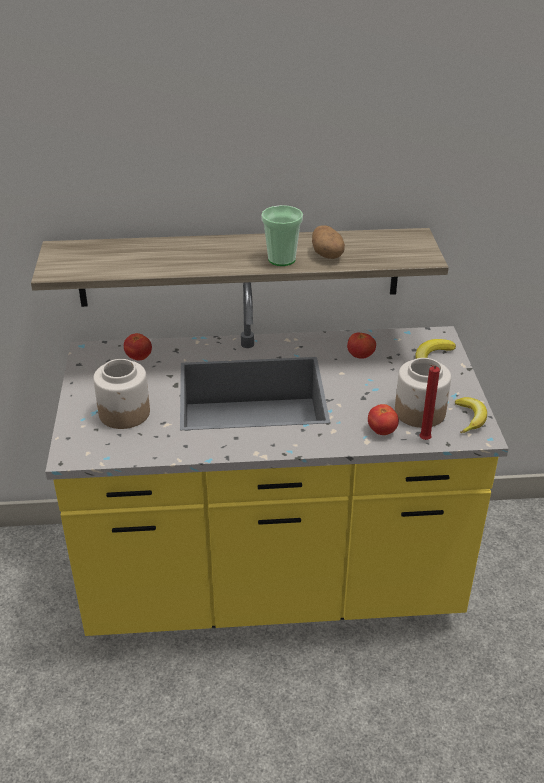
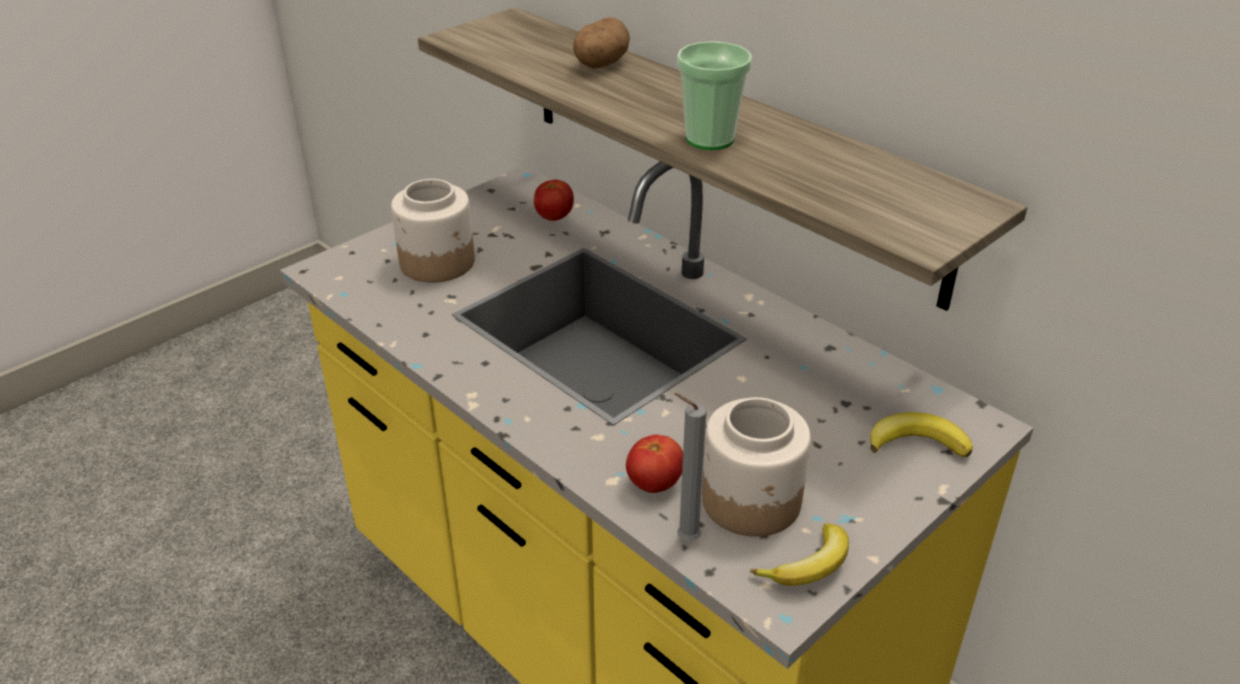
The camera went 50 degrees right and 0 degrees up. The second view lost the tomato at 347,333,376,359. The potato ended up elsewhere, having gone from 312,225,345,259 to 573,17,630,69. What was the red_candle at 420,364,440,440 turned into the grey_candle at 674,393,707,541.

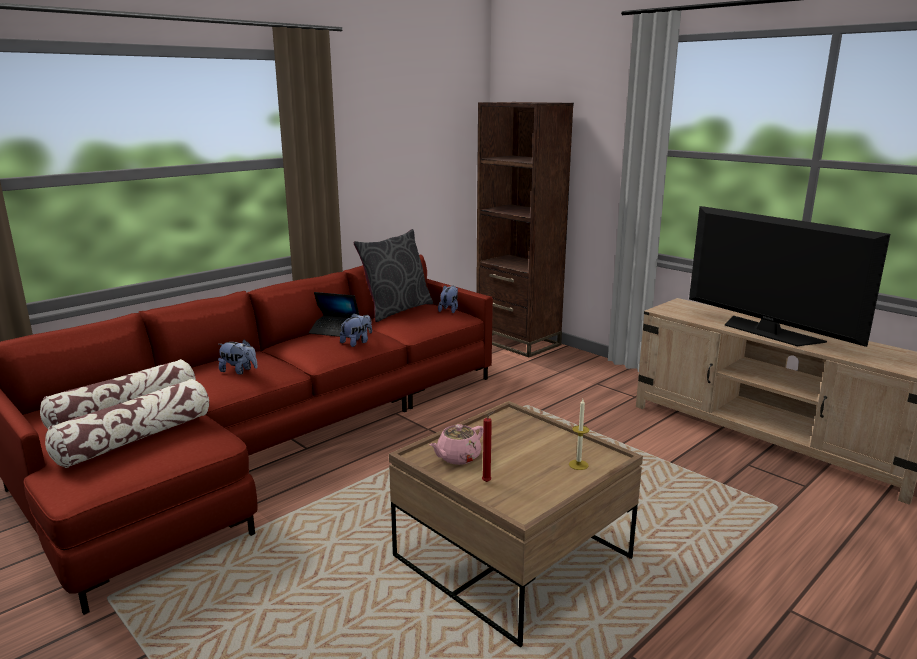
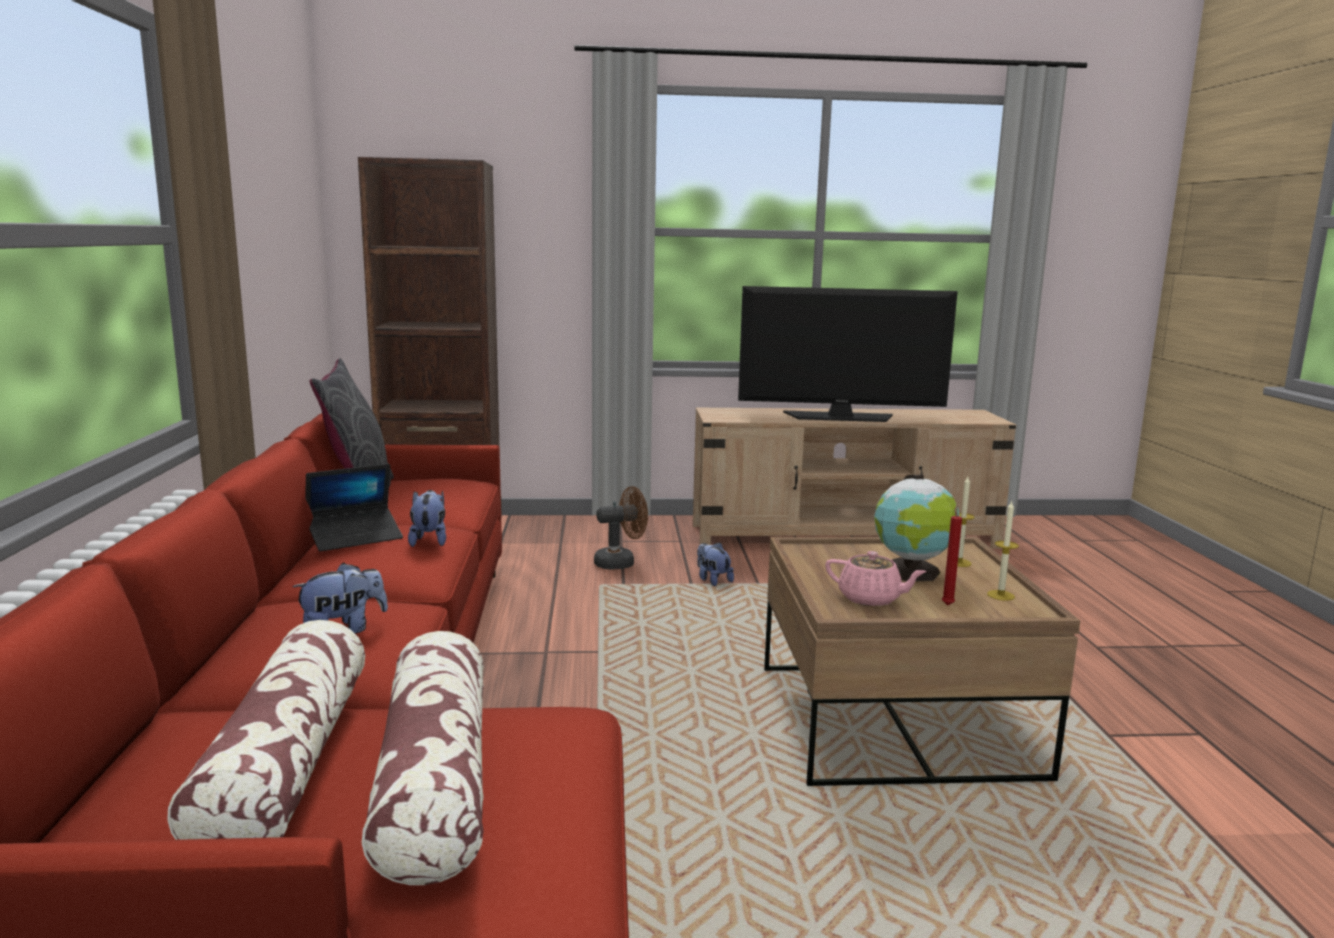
The camera went 50 degrees left and 5 degrees down. The second view gained the brown_fan at 594,486,648,570. The second view gained the globe at 874,475,959,581. The second view gained the candle at 987,501,1019,601. The plush_toy ended up elsewhere, having gone from 438,285,458,313 to 697,542,734,586. The pink_teapot at 429,424,483,465 ended up facing another way, 60 degrees counterclockwise from before.

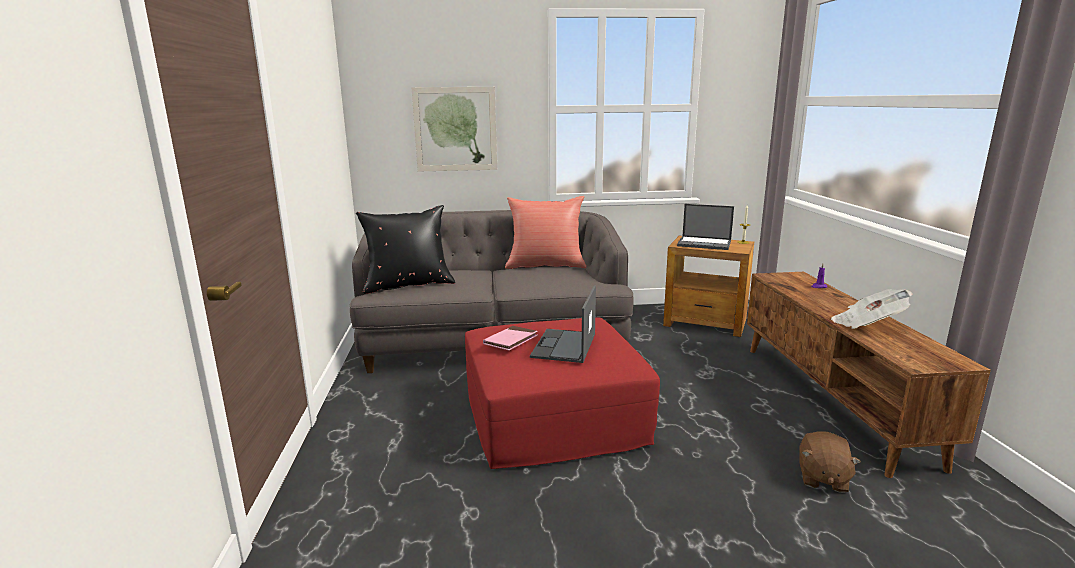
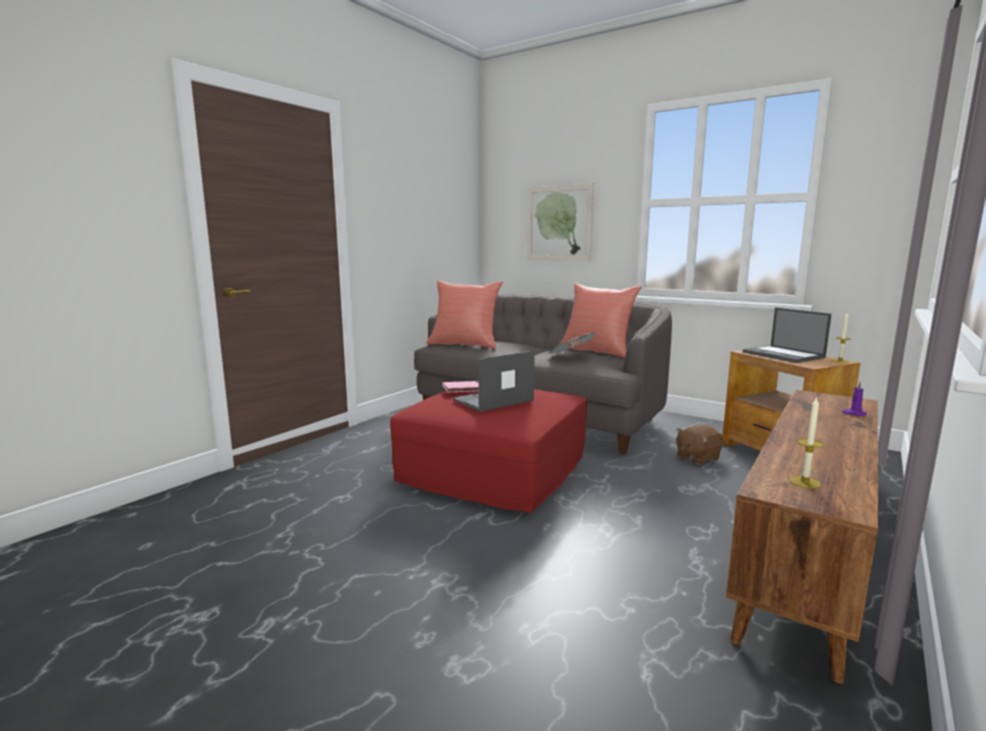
The camera went 40 degrees right and 5 degrees down. The second view gained the candle at 789,396,824,489. The brown_plush_toy ended up elsewhere, having gone from 799,431,861,493 to 676,425,723,465. The newspaper ended up elsewhere, having gone from 831,289,913,329 to 547,332,596,354. What was the black_pillow at 356,205,455,294 turned into the red_pillow at 426,280,503,349.

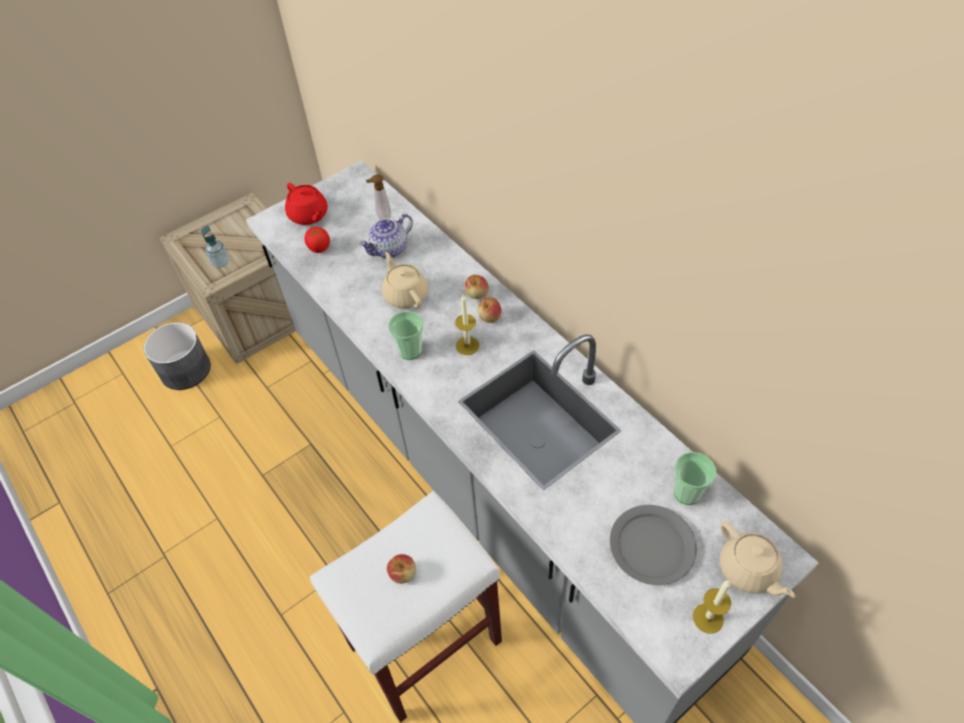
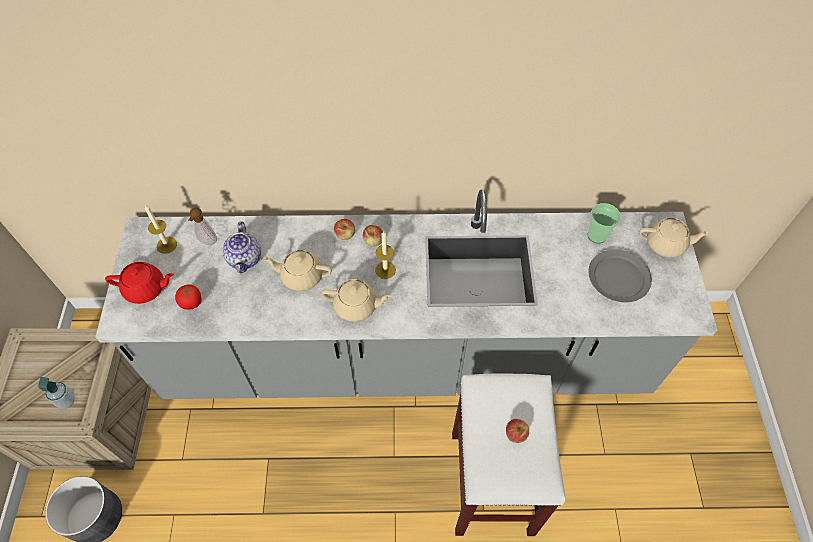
The camera went 55 degrees left and 5 degrees up. The candle ended up elsewhere, having gone from 693,580,731,633 to 145,205,177,254. Where the cup stood at 388,311,424,360, the beige_teapot came to stand at 321,279,392,321.

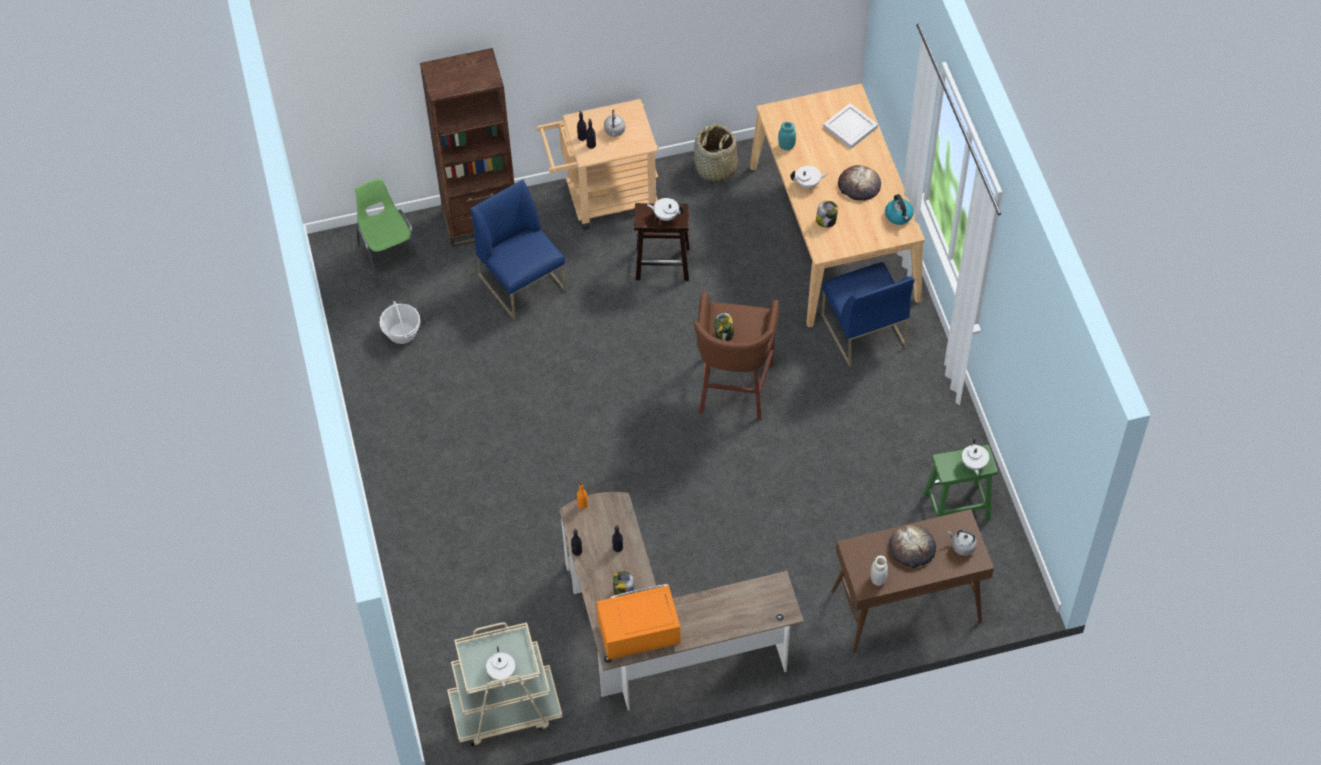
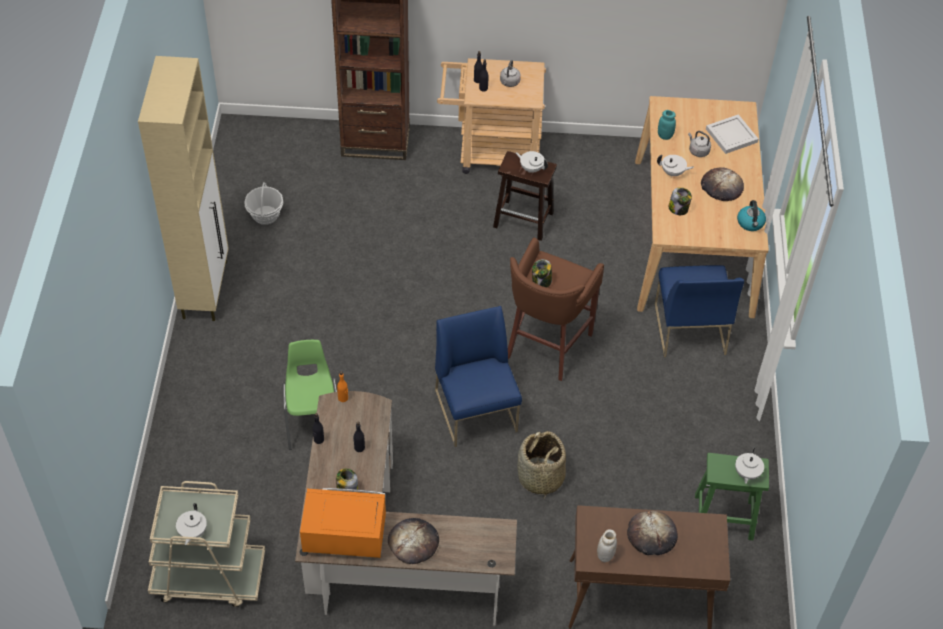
The camera went 15 degrees right and 5 degrees down. The second view gained the beige_cabinet at 138,56,229,321. The second view gained the bread at 388,518,439,564. The green_chair ended up elsewhere, having gone from 355,178,423,286 to 282,340,337,450. The blue_chair ended up elsewhere, having gone from 470,179,566,320 to 435,306,522,447. The basket ended up elsewhere, having gone from 694,124,738,182 to 517,431,566,499. The grey_kettle ended up elsewhere, having gone from 948,530,977,556 to 688,131,711,157.

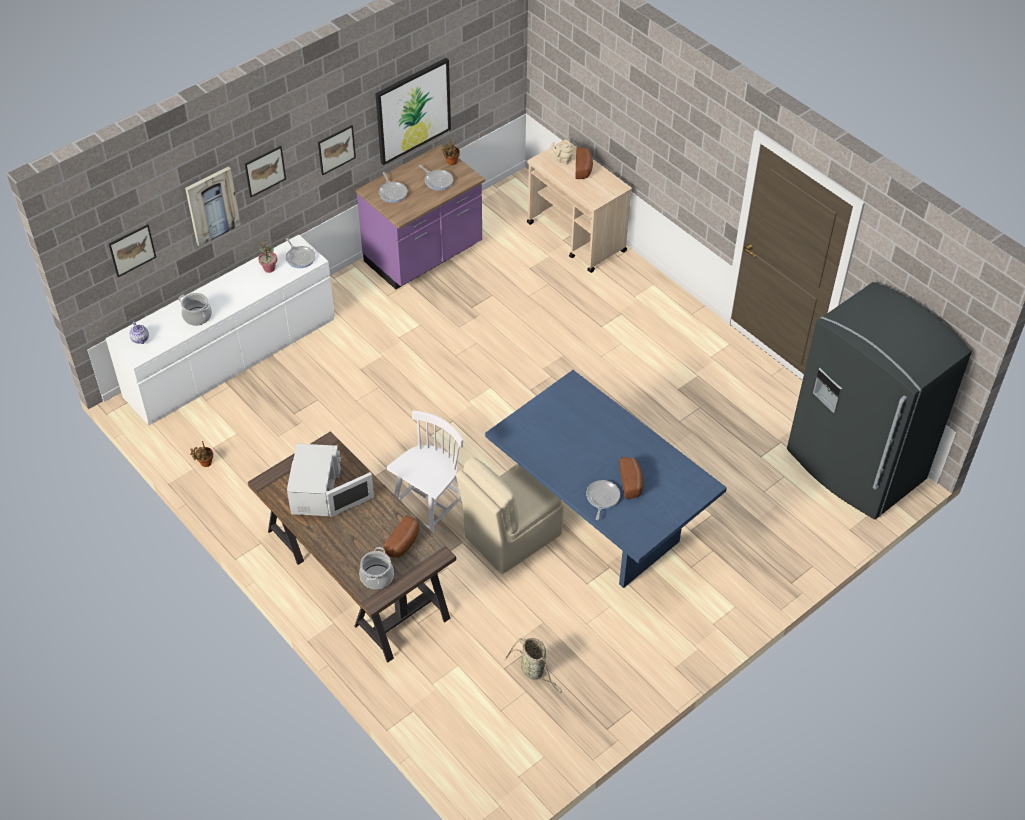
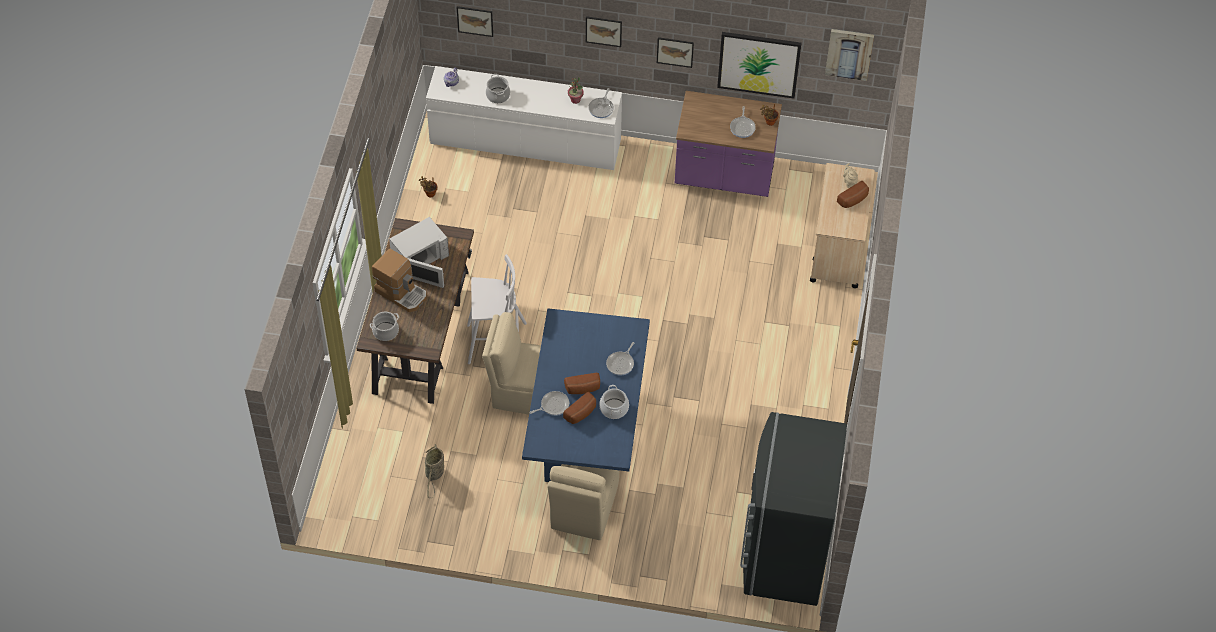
The camera went 50 degrees right and 5 degrees up. The second view gained the coffee_machine at 372,249,427,312. The second view gained the beige_chair at 547,464,619,540. The second view gained the cooking_pot at 599,385,629,419. The picture ended up elsewhere, having gone from 185,166,241,247 to 825,29,874,81. The frying_pan ended up elsewhere, having gone from 379,172,407,203 to 606,342,634,376. The bread ended up elsewhere, having gone from 383,515,419,558 to 564,373,600,394.

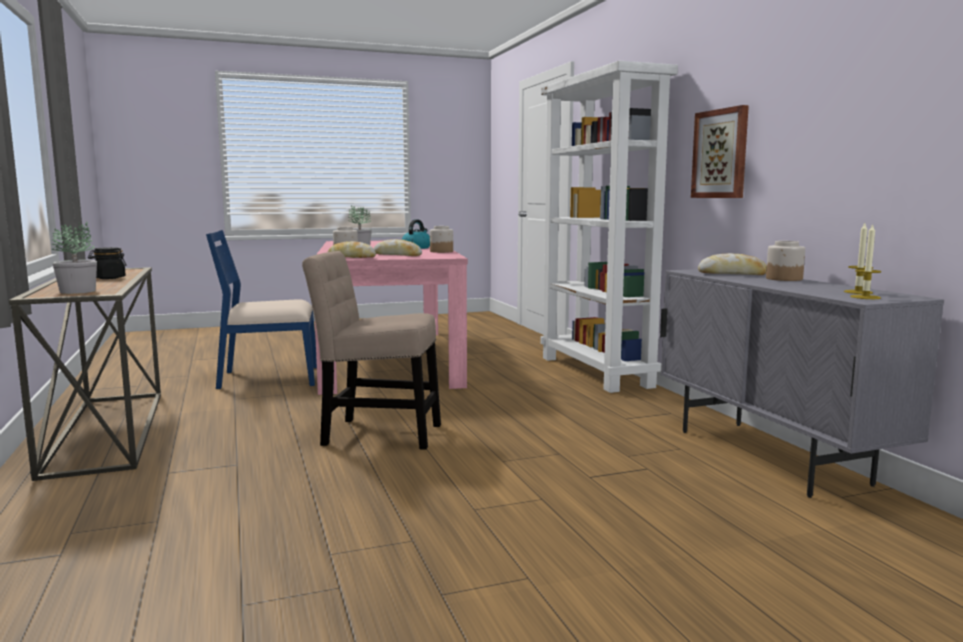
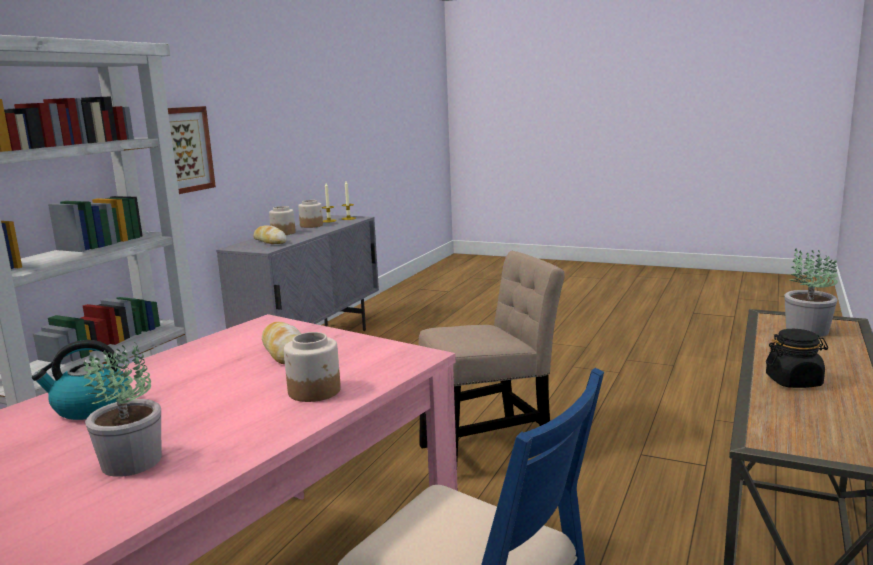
The camera went 135 degrees left and 5 degrees up. The second view lost the bread at 328,241,376,258. The jar ended up elsewhere, having gone from 430,226,453,253 to 298,200,323,228. The beige_chair at 302,251,441,449 ended up facing another way, 75 degrees counterclockwise from before.

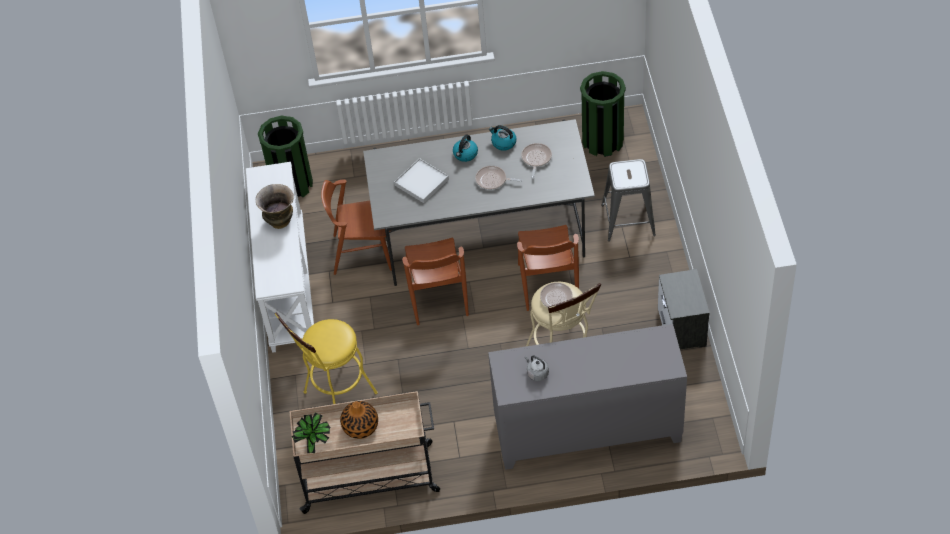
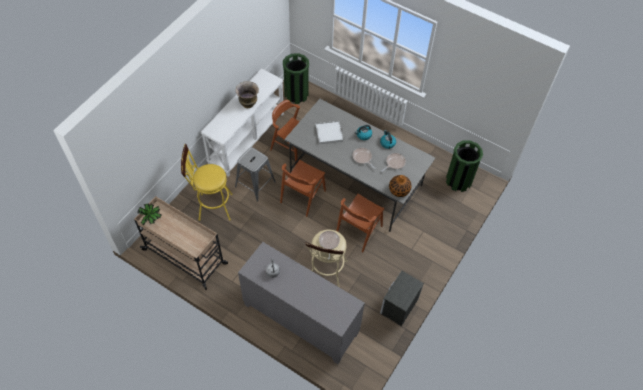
The camera went 35 degrees right and 5 degrees up. The vase ended up elsewhere, having gone from 340,401,378,439 to 389,175,412,197. The grey_stool ended up elsewhere, having gone from 601,159,656,241 to 235,147,276,202.

